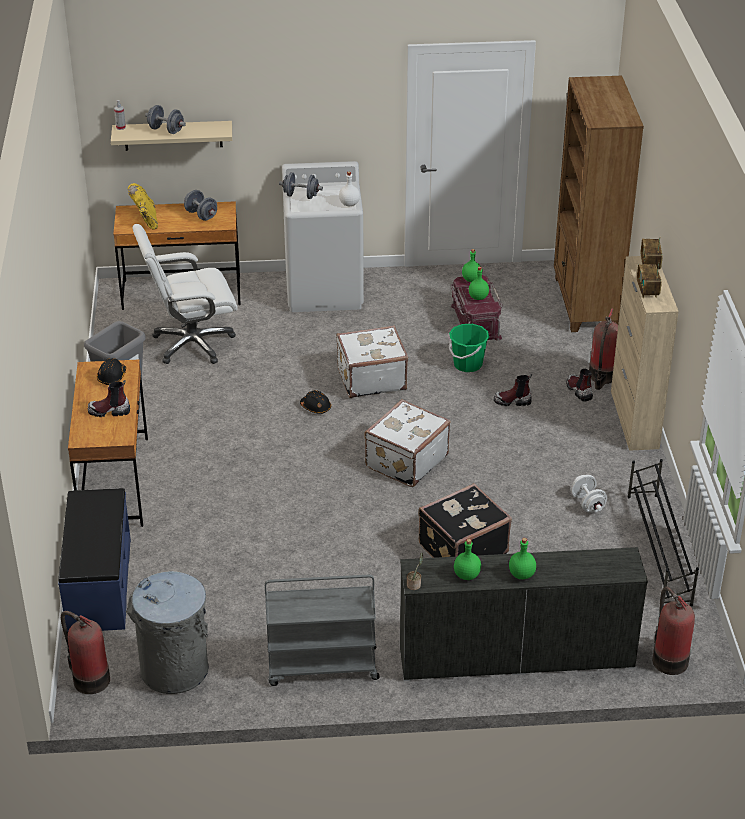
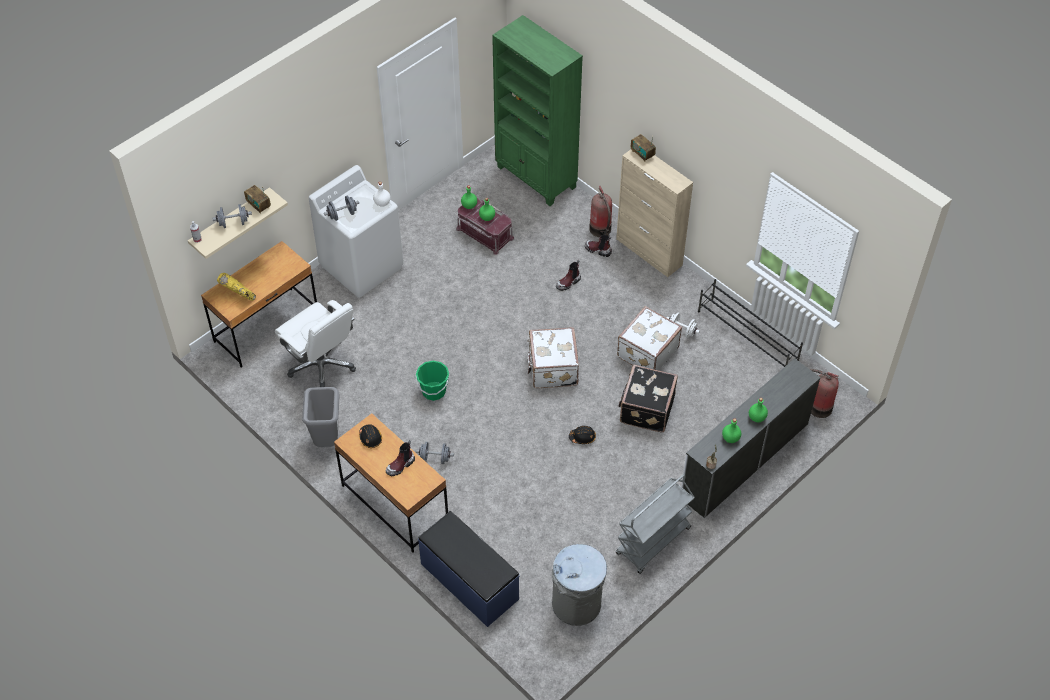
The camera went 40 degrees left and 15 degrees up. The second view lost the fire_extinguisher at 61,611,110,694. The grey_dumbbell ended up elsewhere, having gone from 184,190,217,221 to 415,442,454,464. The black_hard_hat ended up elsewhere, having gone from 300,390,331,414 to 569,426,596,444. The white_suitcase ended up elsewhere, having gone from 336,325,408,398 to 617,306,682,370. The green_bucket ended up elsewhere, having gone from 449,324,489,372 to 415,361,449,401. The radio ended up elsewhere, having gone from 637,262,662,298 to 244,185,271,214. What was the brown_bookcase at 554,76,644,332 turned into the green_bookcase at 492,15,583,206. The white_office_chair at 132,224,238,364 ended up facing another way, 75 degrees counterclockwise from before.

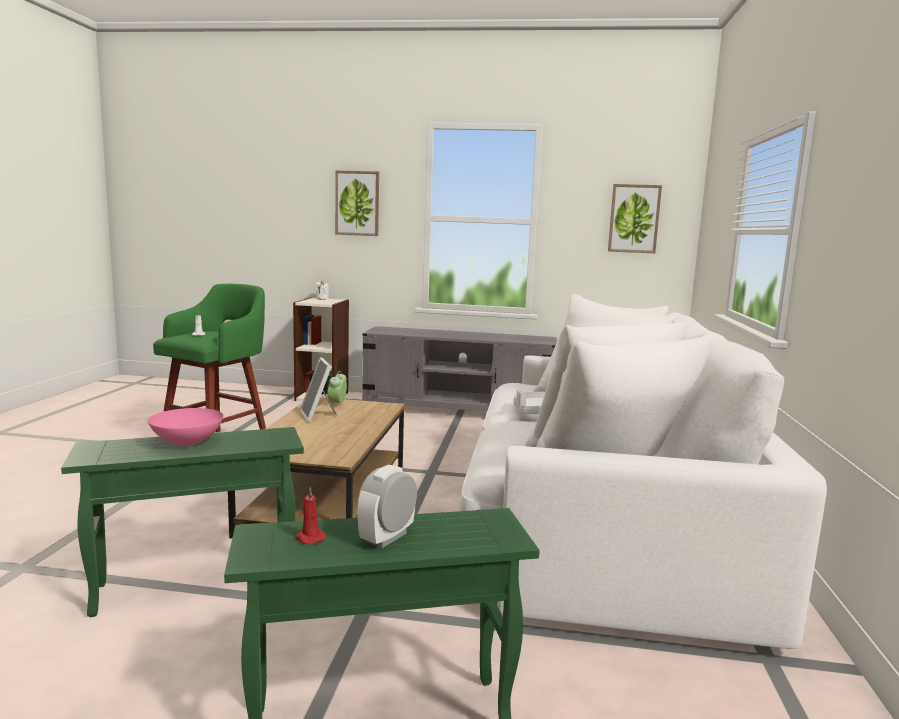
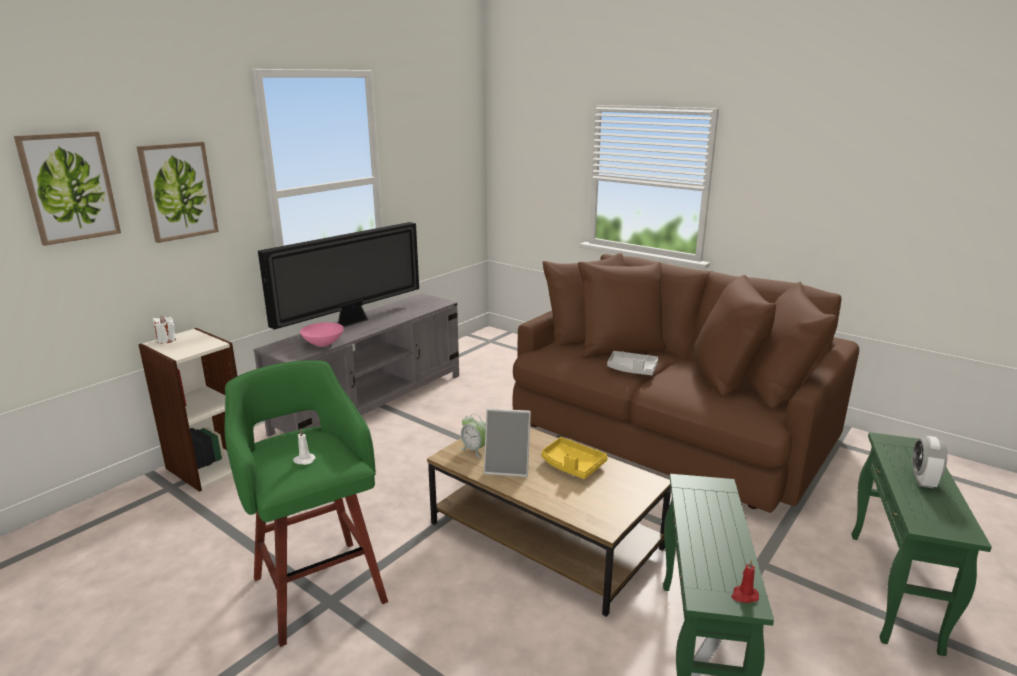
The camera went 60 degrees left and 10 degrees up. The second view gained the television at 258,222,419,330. The second view gained the yellow_tray at 542,437,608,479. The pink_bowl ended up elsewhere, having gone from 148,408,223,446 to 300,322,344,347. The red_candle ended up elsewhere, having gone from 295,487,326,545 to 731,559,759,603. The picture ended up elsewhere, having gone from 608,184,662,253 to 14,132,121,246. What was the white_sofa at 459,294,827,649 turned into the brown_sofa at 513,253,859,513. The alarm_clock at 357,465,417,548 ended up facing another way, 45 degrees clockwise from before.

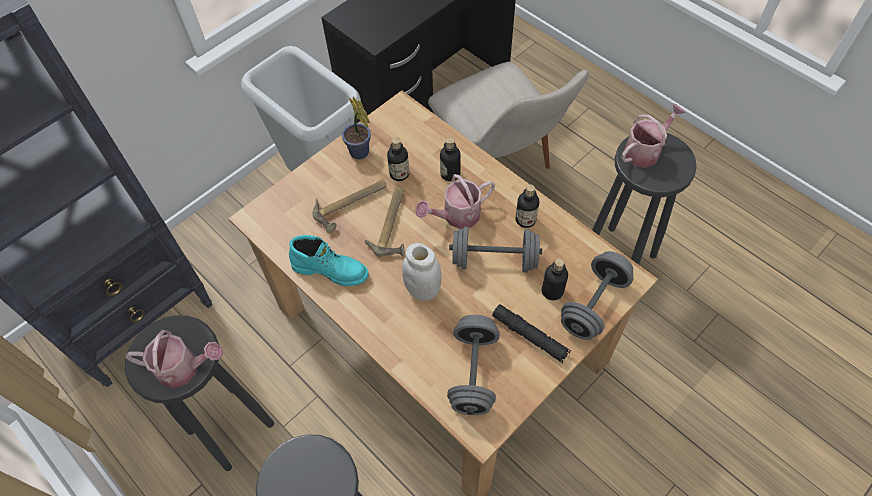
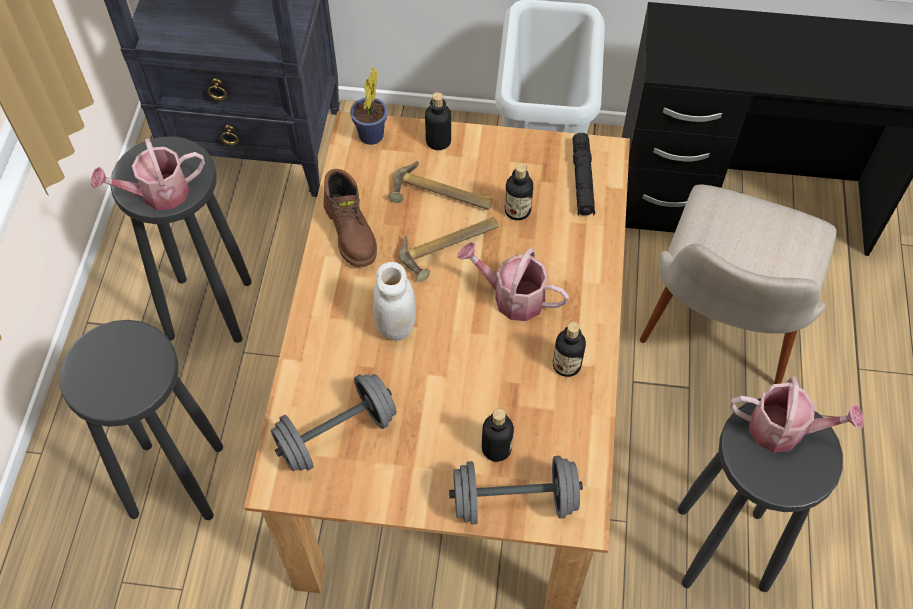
The camera went 50 degrees right and 0 degrees up. The second view lost the grey_dumbbell at 449,226,542,272. The potted_plant ended up elsewhere, having gone from 342,96,371,160 to 350,66,388,145. The bottle ended up elsewhere, having gone from 440,137,461,181 to 425,92,451,150. The black_flashlight ended up elsewhere, having gone from 492,304,571,363 to 573,133,595,215. What was the turquoise_boot at 289,235,369,286 turned into the brown_boot at 324,169,377,267. The watering_can at 125,330,223,388 ended up facing another way, 105 degrees clockwise from before.

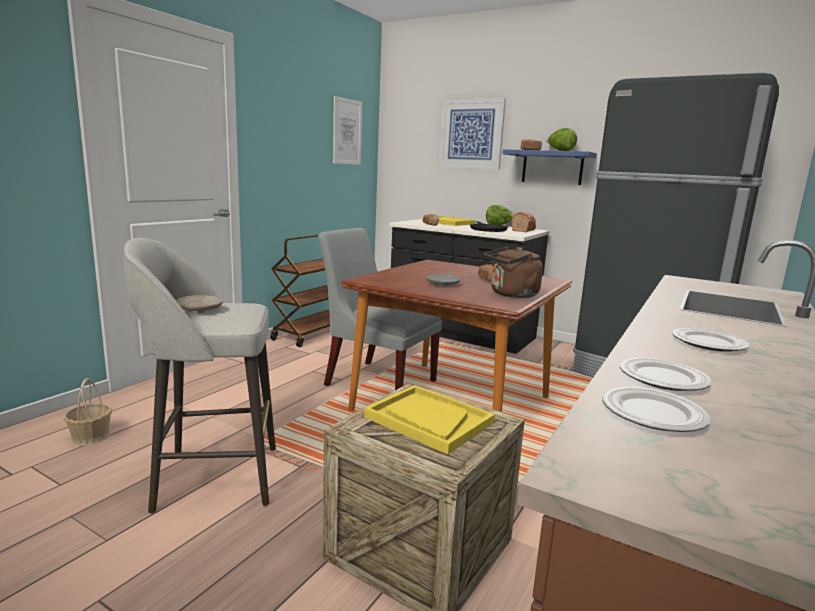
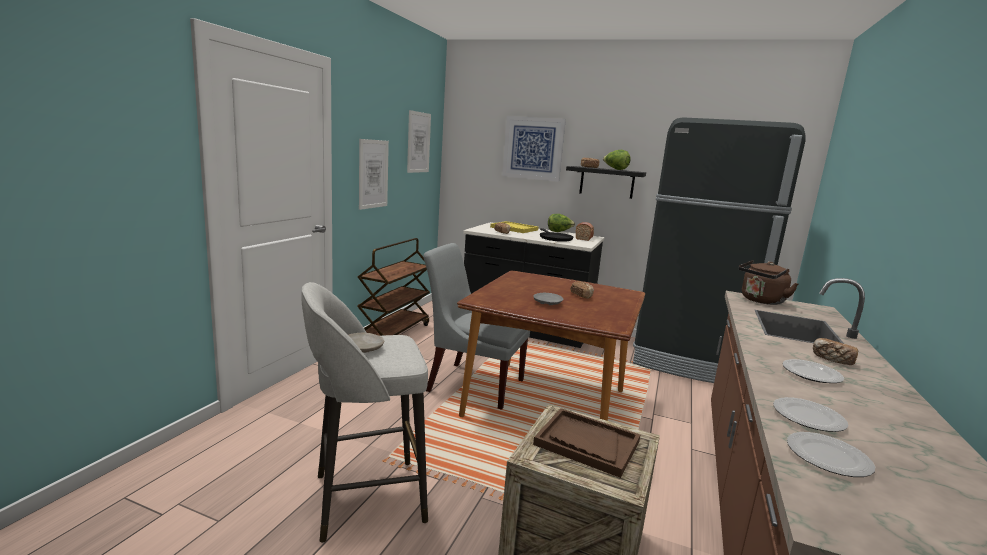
The camera went 10 degrees left and 0 degrees up. The second view lost the basket at 63,378,112,445. The second view gained the picture at 359,139,389,210. The second view gained the bread at 813,338,858,365. The brown_kettle ended up elsewhere, having gone from 484,247,543,298 to 738,260,798,305. What was the yellow_tray at 364,385,495,454 turned into the brown_tray at 533,408,640,478. What was the blue_shelf at 503,149,597,185 turned into the black_shelf at 566,166,646,199.

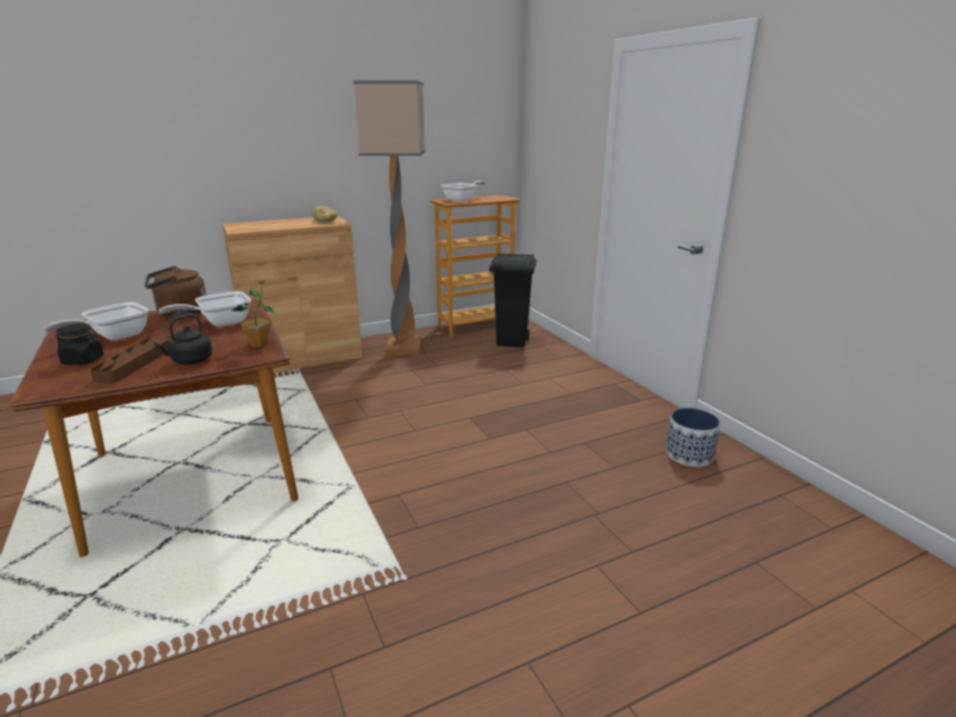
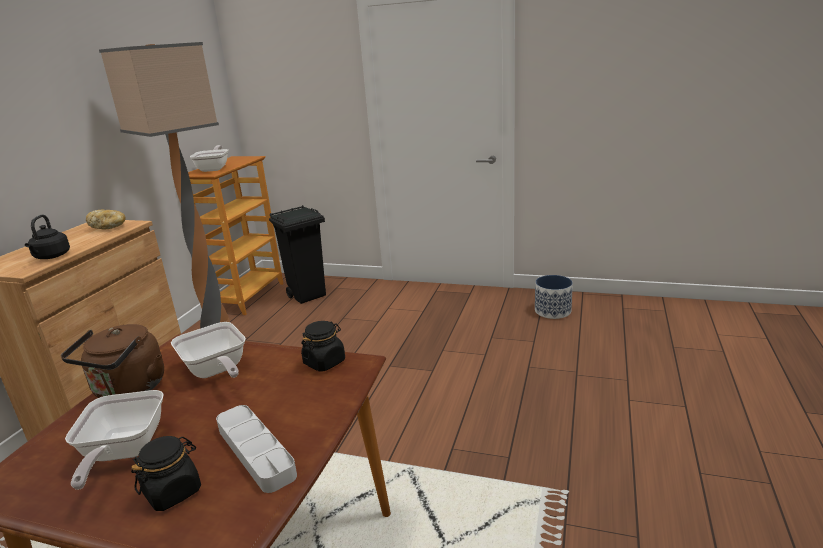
The camera went 45 degrees left and 0 degrees up. The black_kettle ended up elsewhere, having gone from 154,314,212,365 to 25,215,70,259. Where the potted_plant stood at 232,279,274,347, the black_jar came to stand at 301,321,345,372. What was the brown_tray at 90,337,169,384 turned into the grey_tray at 216,405,297,493. The frying_pan at 159,291,251,327 ended up facing another way, 45 degrees counterclockwise from before.

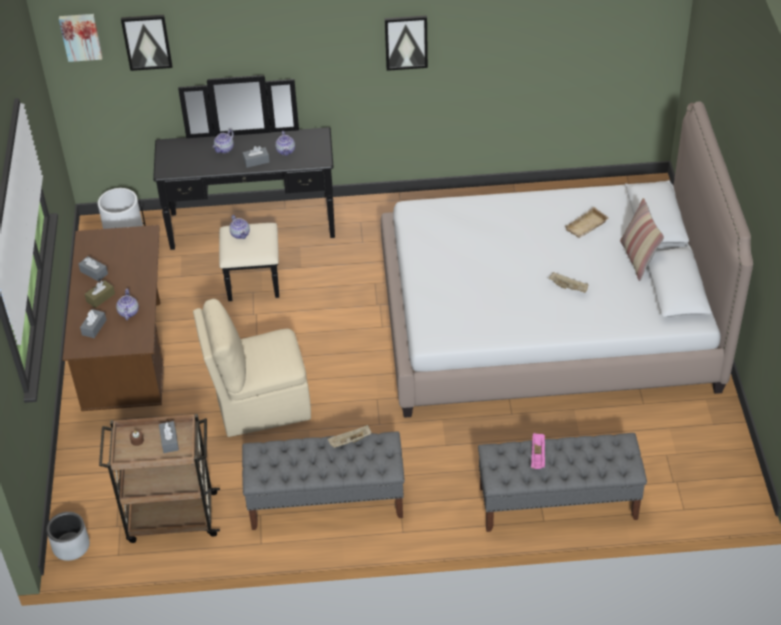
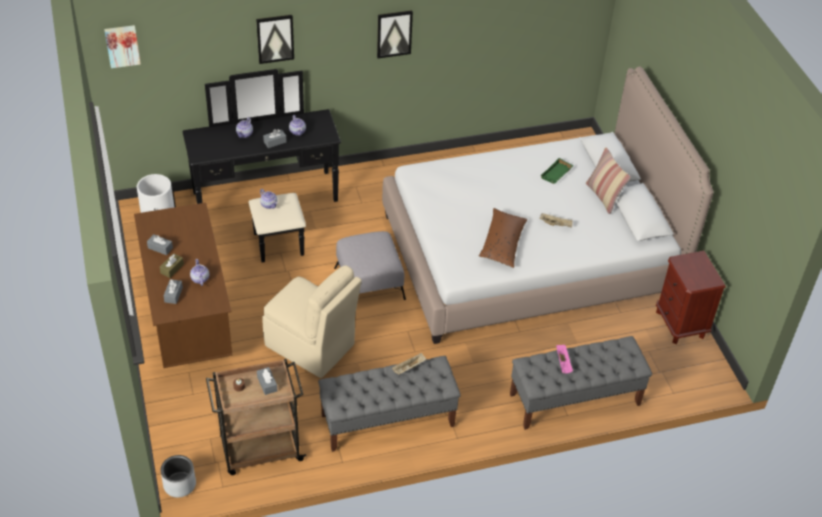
The camera went 15 degrees left and 0 degrees up. The second view gained the grey_ottoman at 334,231,406,300. The second view gained the brown_pillow at 479,208,527,268. The second view gained the brown_nightstand at 656,251,726,344. The picture ended up elsewhere, having gone from 121,15,172,71 to 256,15,294,64. What was the beige_tray at 565,207,609,238 turned into the green_tray at 541,158,573,184. The beige_chair at 193,299,311,437 ended up facing another way, 120 degrees counterclockwise from before.

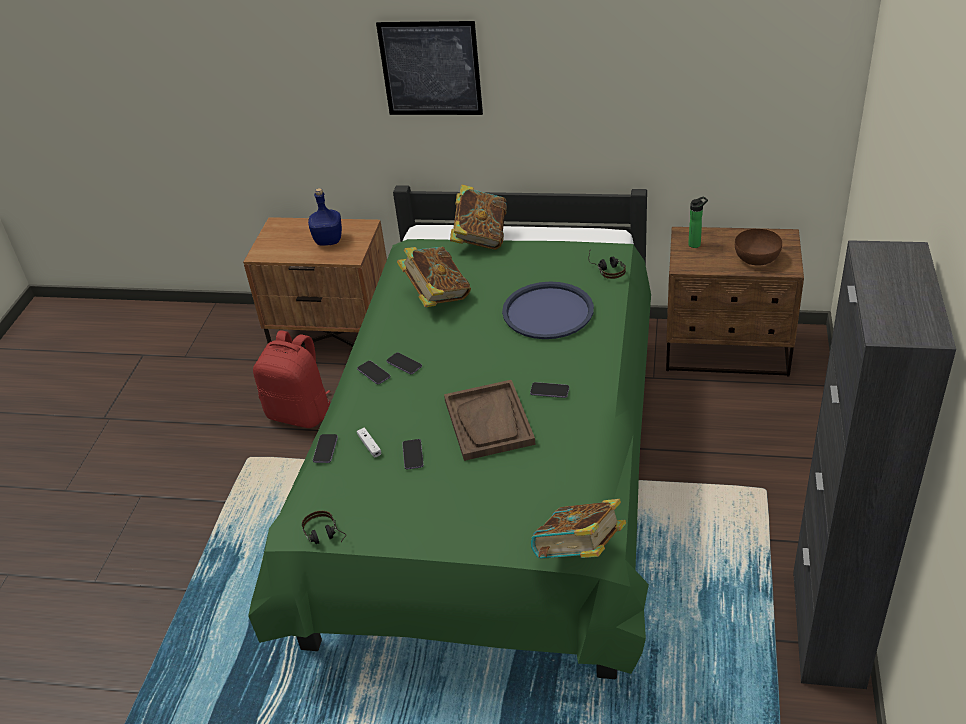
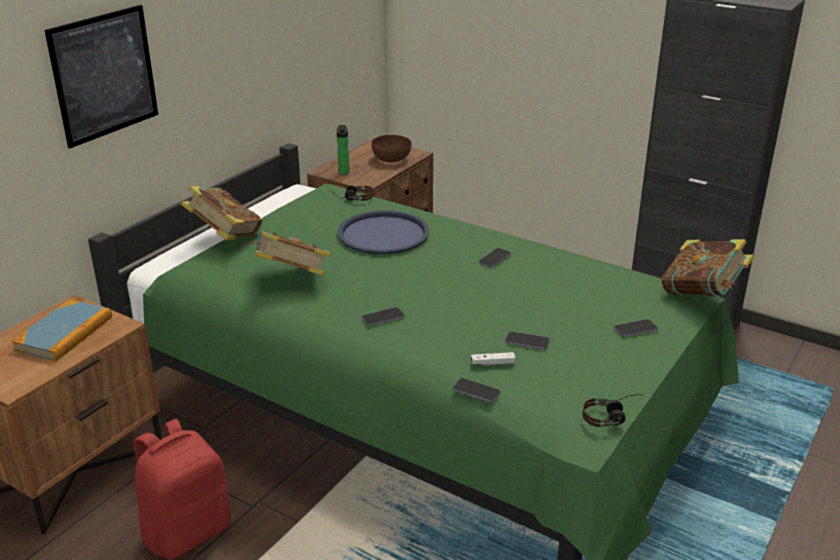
The camera went 70 degrees left and 10 degrees down. The second view lost the brown_tray at 444,380,535,461. The phone ended up elsewhere, having gone from 357,361,390,384 to 614,319,658,337. Where the blue_bottle stood at 308,188,342,246, the book came to stand at 11,300,112,361.

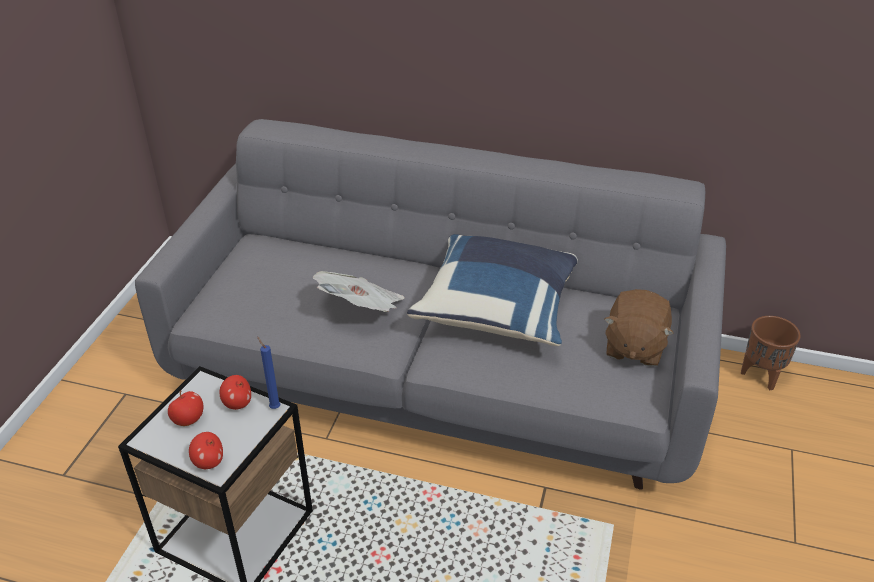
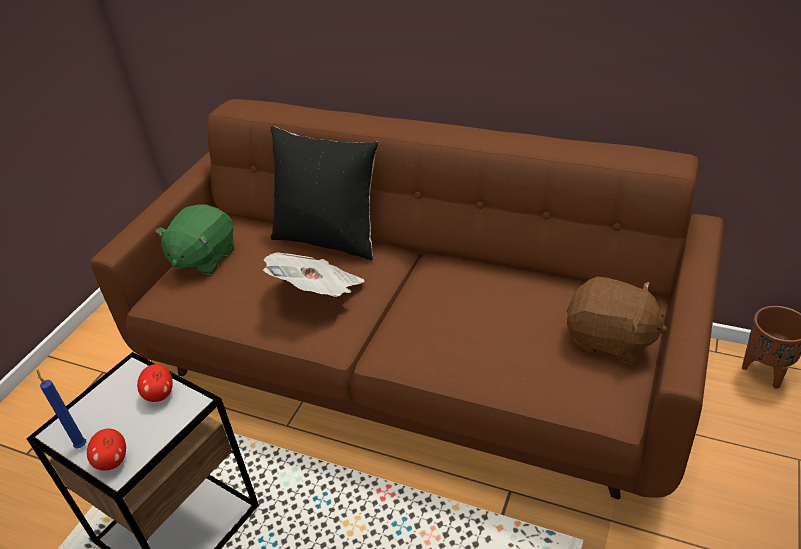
The camera went 10 degrees right and 0 degrees up. The second view lost the apple at 168,390,203,426. The second view lost the blue_pillow at 407,234,578,346. The second view gained the green_plush_toy at 155,205,234,275. The second view gained the black_pillow at 271,126,379,261. The blue_candle ended up elsewhere, having gone from 257,337,280,409 to 37,370,86,448. What was the grey_sofa at 135,119,726,490 turned into the brown_sofa at 91,99,724,499. The brown_plush_toy at 604,289,674,366 ended up facing another way, 90 degrees counterclockwise from before.

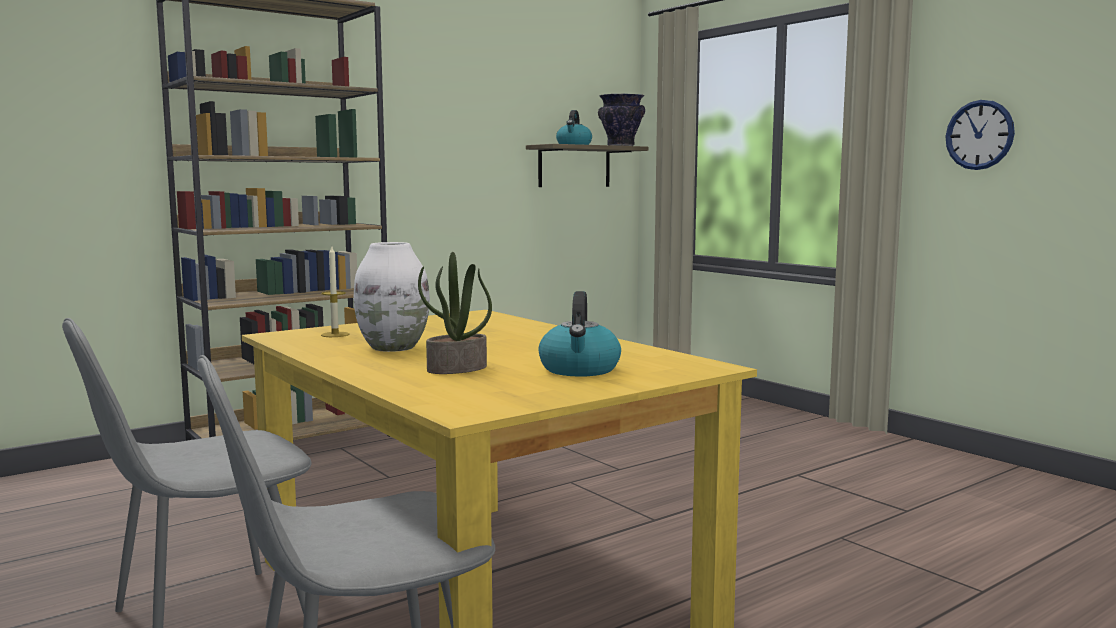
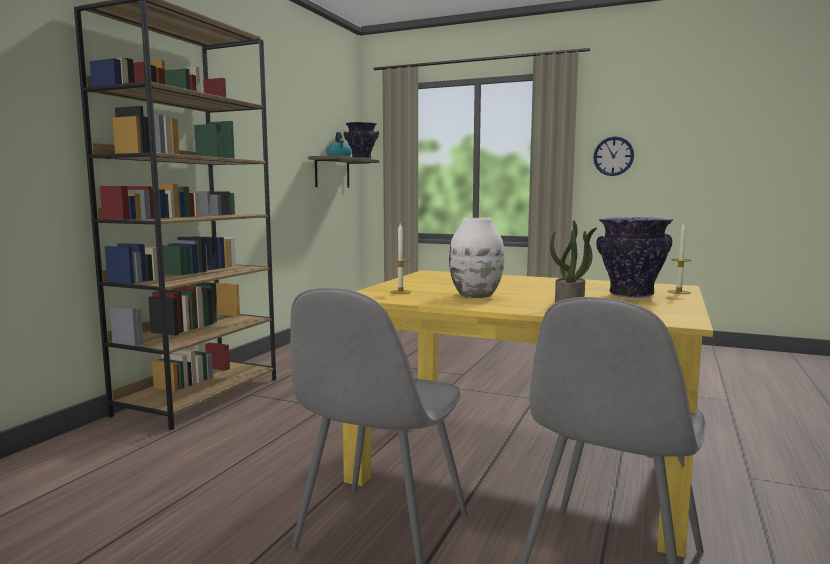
The camera went 30 degrees left and 0 degrees up. The second view gained the candle at 667,224,691,294. Where the kettle stood at 538,291,621,377, the vase came to stand at 596,217,673,298.

